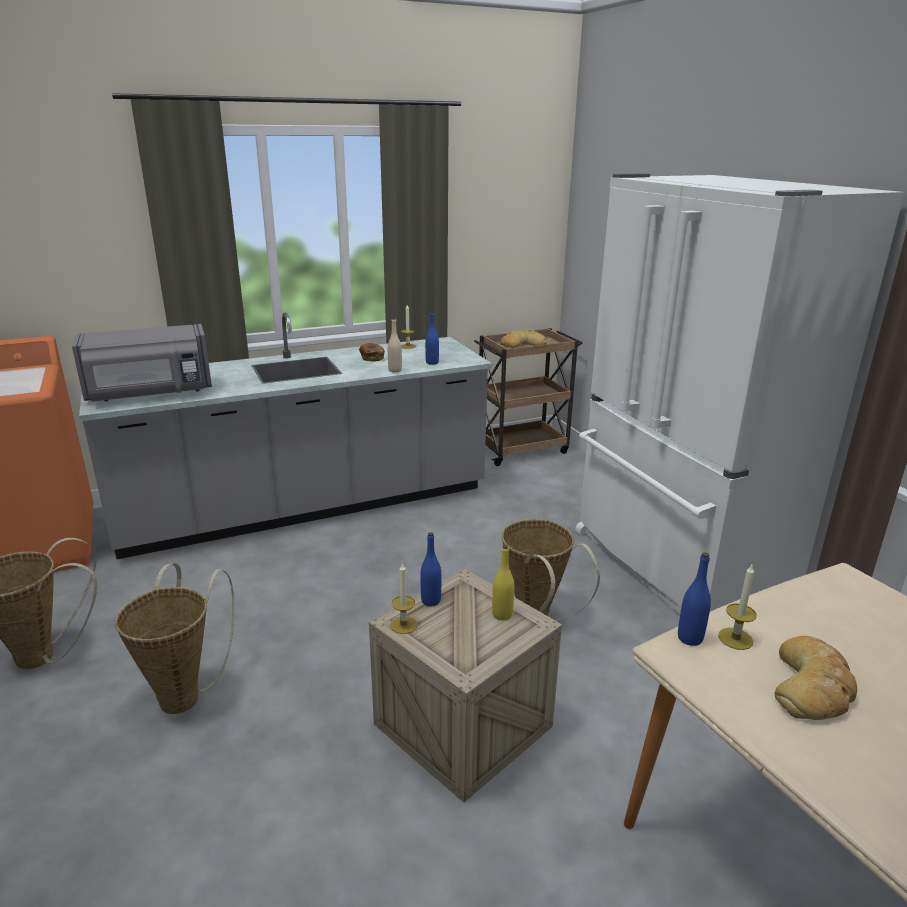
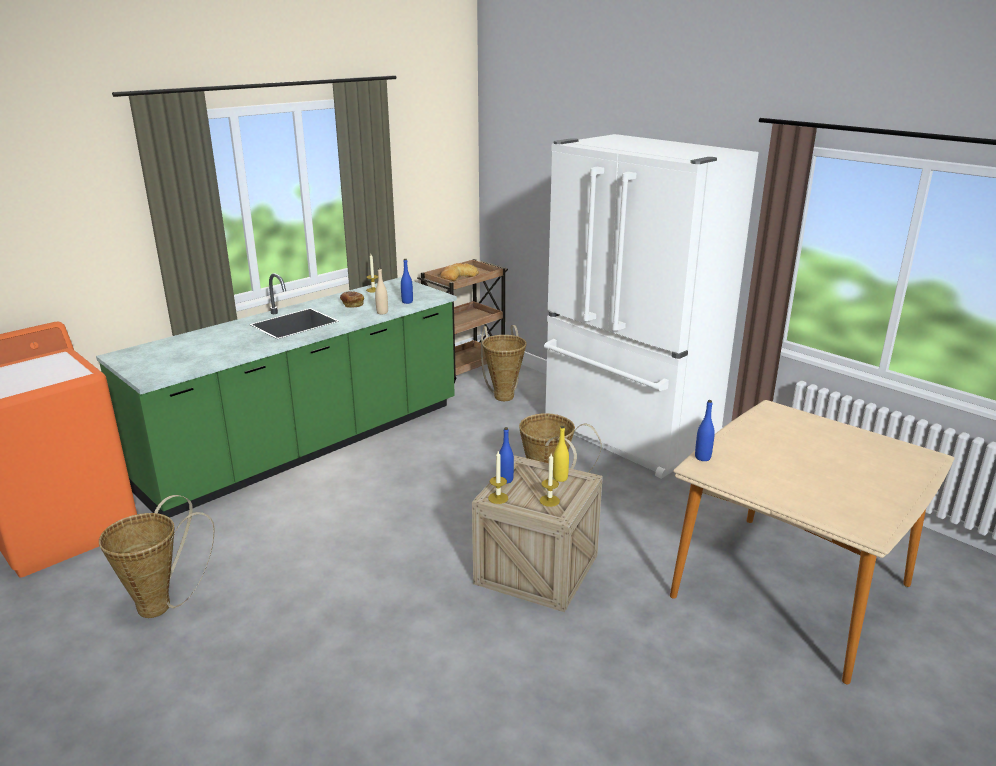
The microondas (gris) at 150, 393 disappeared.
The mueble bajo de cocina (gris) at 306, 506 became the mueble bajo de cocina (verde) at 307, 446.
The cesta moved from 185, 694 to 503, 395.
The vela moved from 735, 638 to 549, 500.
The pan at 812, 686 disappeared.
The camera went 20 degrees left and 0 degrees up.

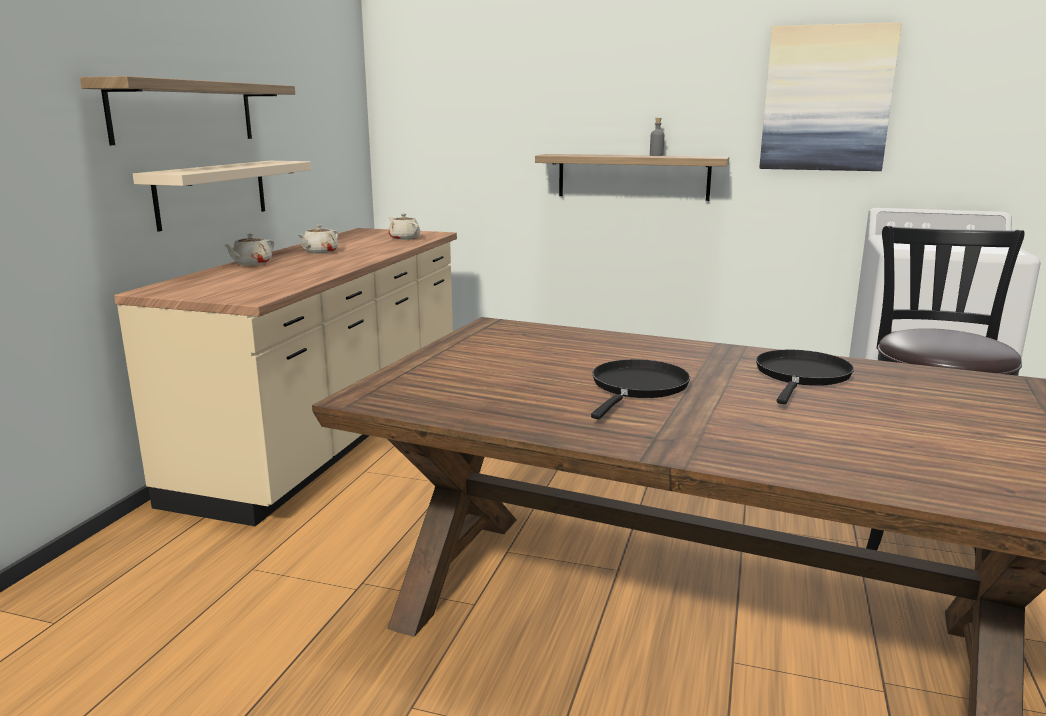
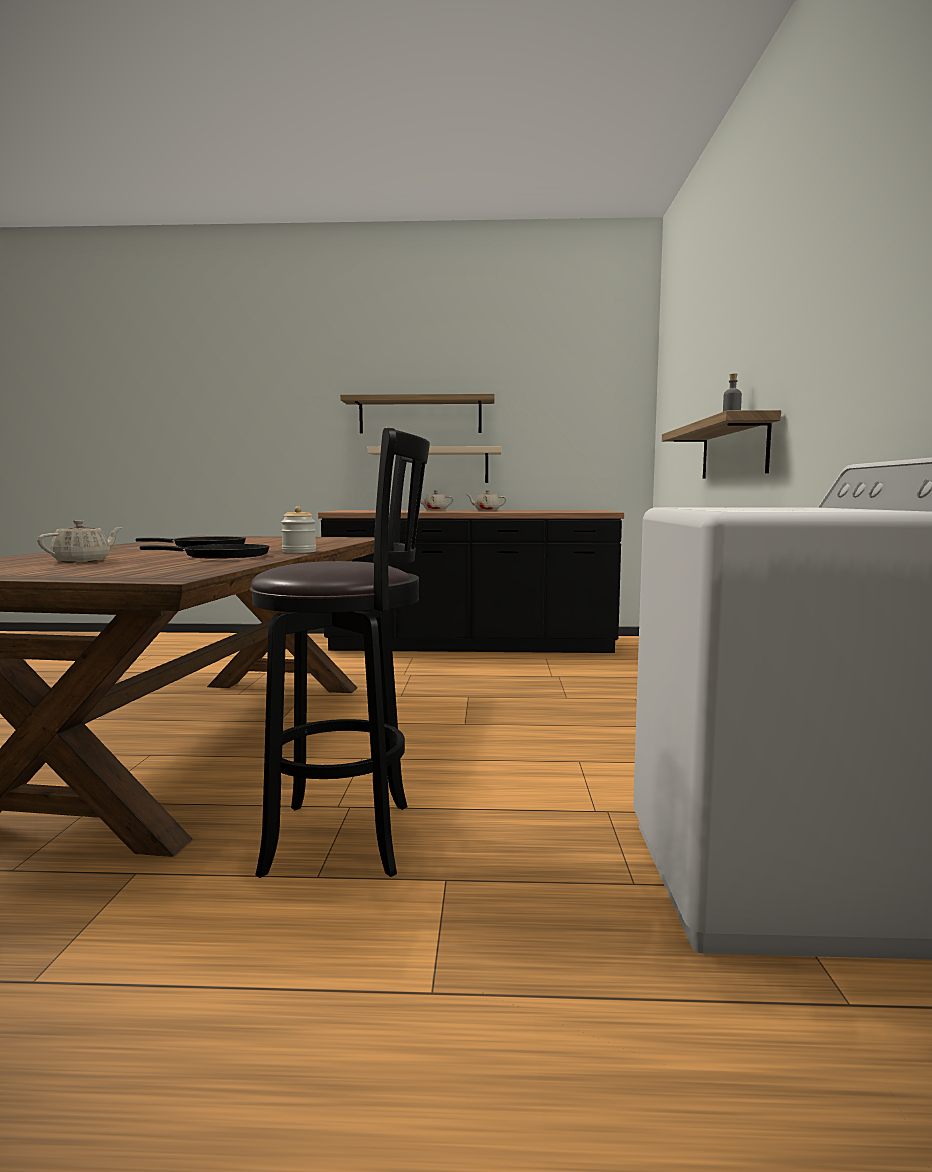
The mueble bajo de cocina (beis) at 334, 432 became the mueble bajo de cocina (negro) at 471, 645.
The tetera (beis) moved from 404, 238 to 83, 561.
The cuadro at 826, 99 disappeared.
The tarro at 299, 552 appeared.
The camera went 75 degrees right and 10 degrees down.

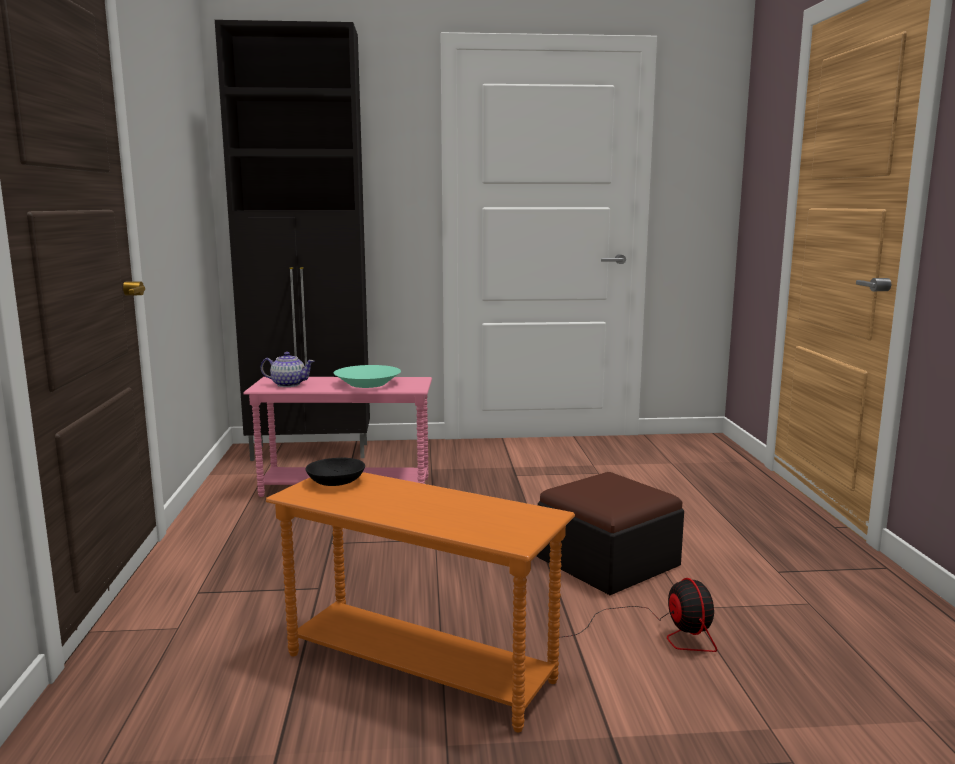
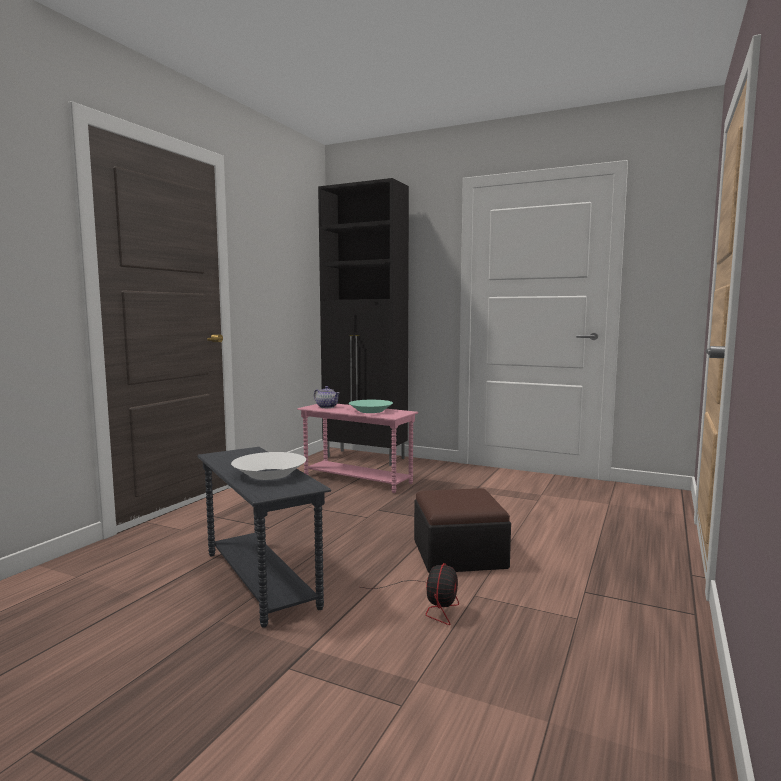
The mesa auxiliar (naranja) at 418, 669 became the mesa auxiliar (gris) at 259, 580.
The cuenco (negro) at 337, 482 disappeared.
The cuenco (blanco) at 269, 474 appeared.
The camera went 30 degrees right and 5 degrees down.

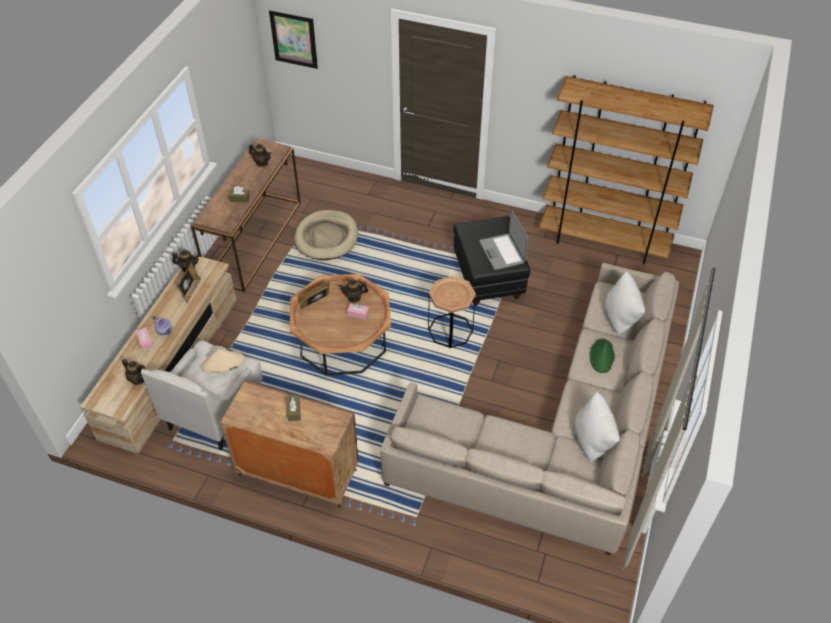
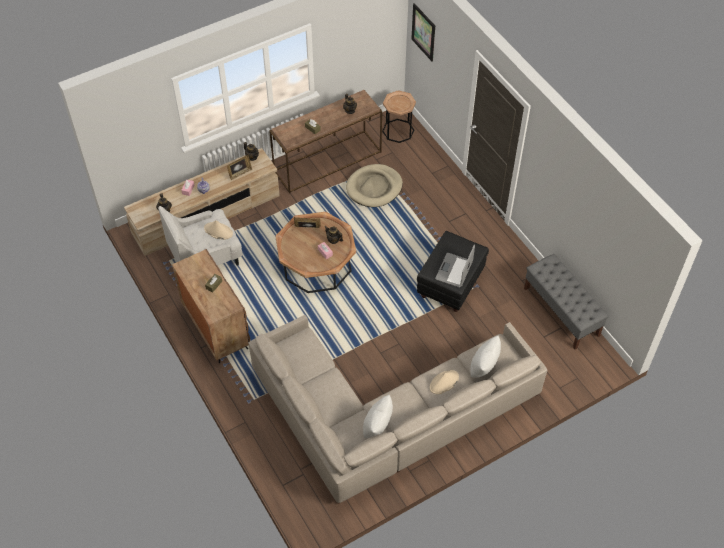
The mesa auxiliar (marrón) moved from 450, 330 to 398, 131.
The estantería (marrón) at 604, 241 was replaced by the banco (gris) at 561, 312.
The sombrero (verde) at 602, 356 became the sombrero (beis) at 444, 382.
The camera went 40 degrees right and 5 degrees up.

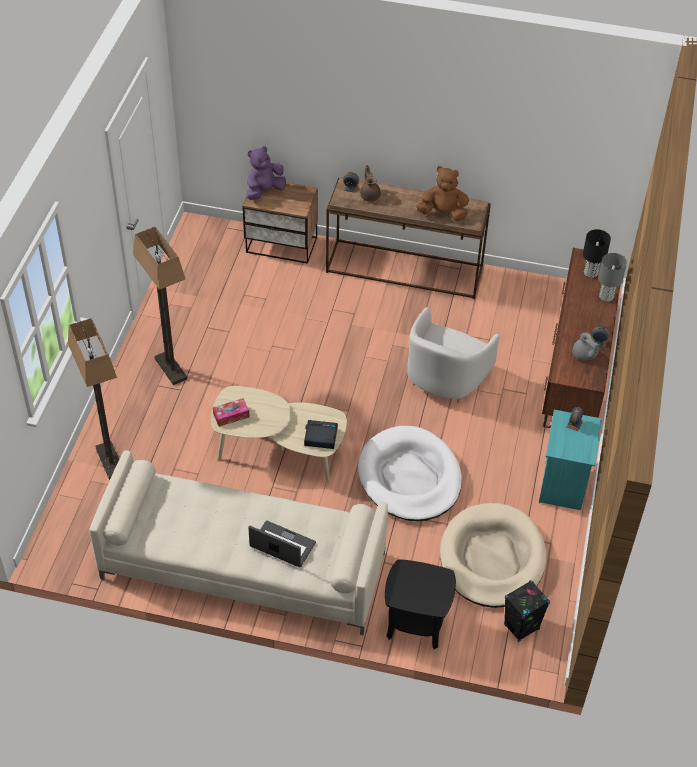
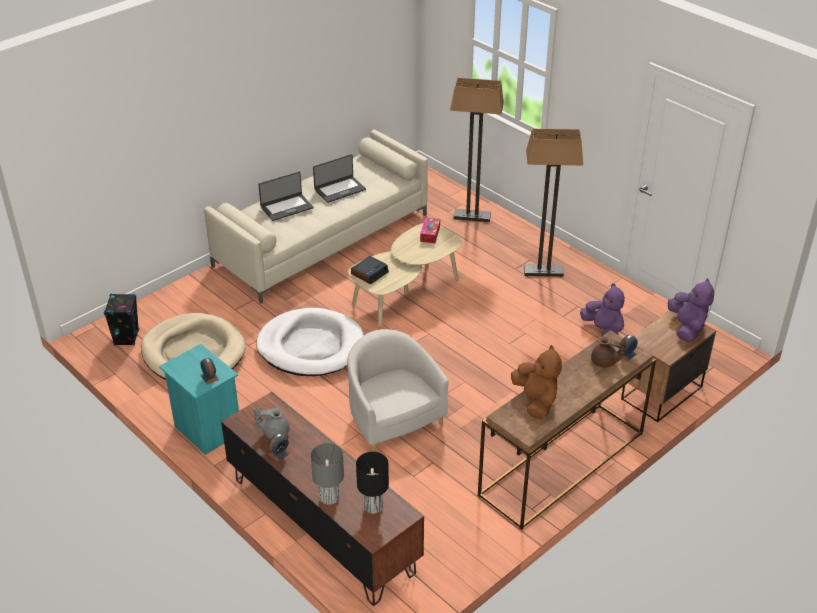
The mesa auxiliar (negro) at 416, 623 disappeared.
The peluche (marrón) at 443, 213 turned 60 degrees counterclockwise.
The portátil at 339, 189 appeared.
The peluche (morado) at 603, 331 appeared.
The camera went 125 degrees right and 10 degrees down.

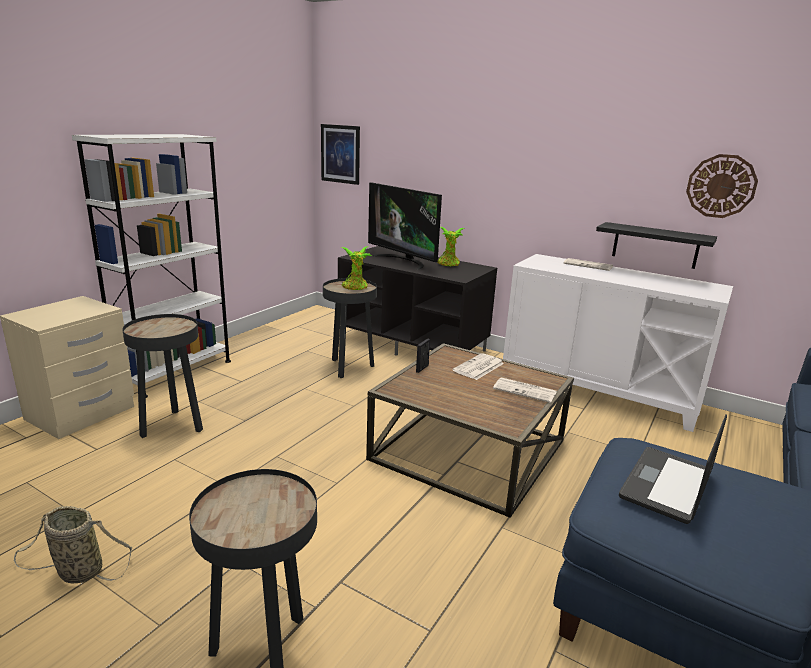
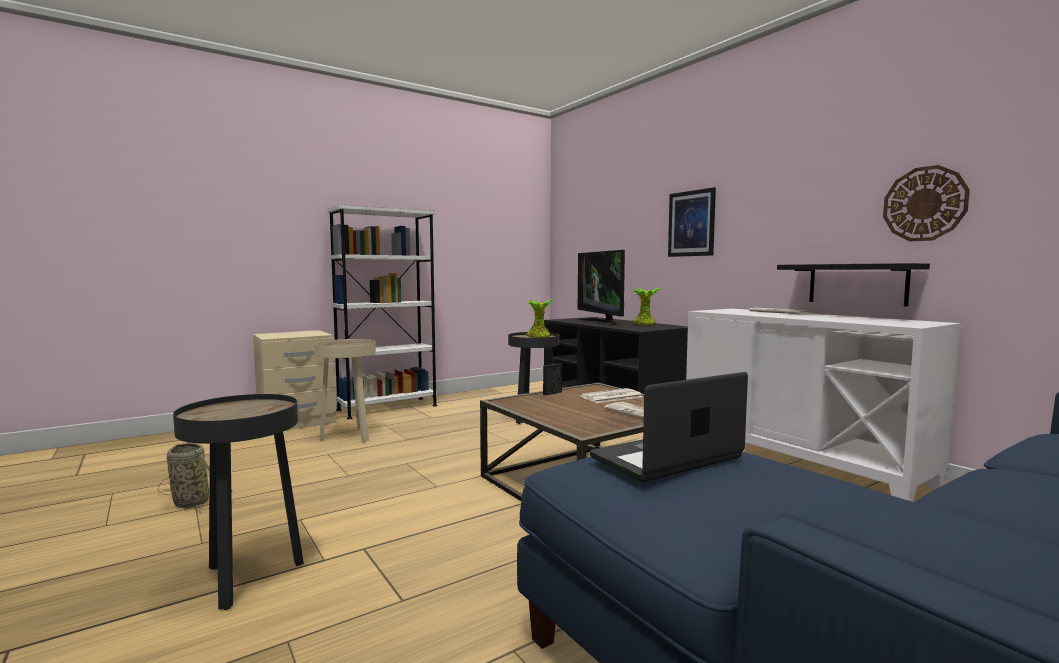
The mesa auxiliar (negro) at 172, 426 became the mesa auxiliar (beis) at 349, 436.
The cuadro moved from 340, 154 to 691, 223.
The camera went 25 degrees right and 15 degrees down.

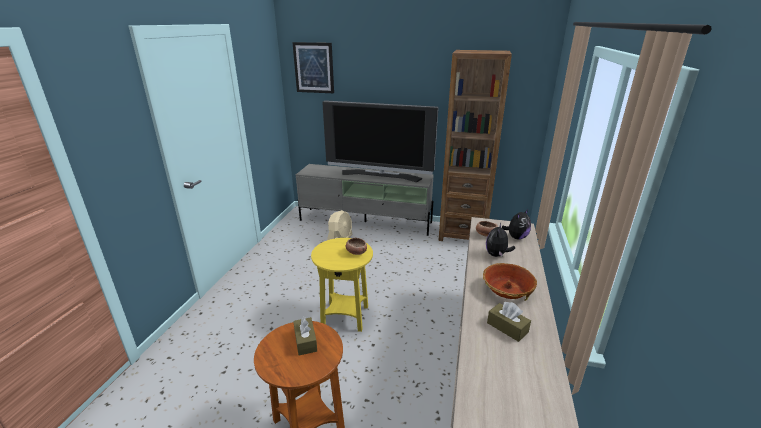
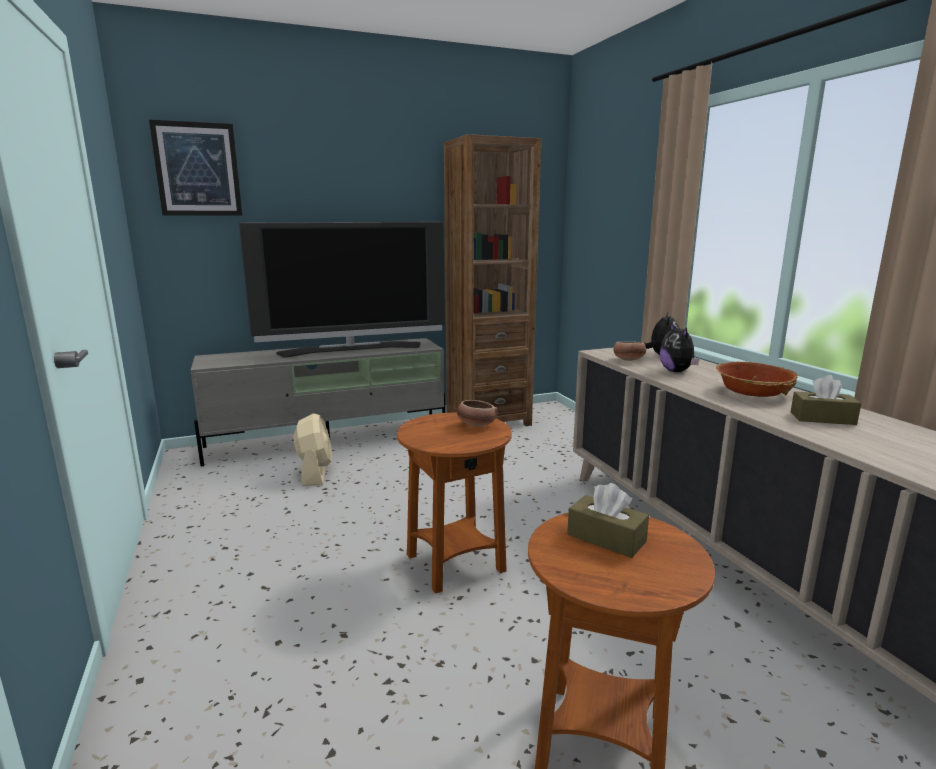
The mesa auxiliar (amarillo) at 345, 317 became the mesa auxiliar (marrón) at 455, 564.
The camera went 35 degrees left and 10 degrees down.

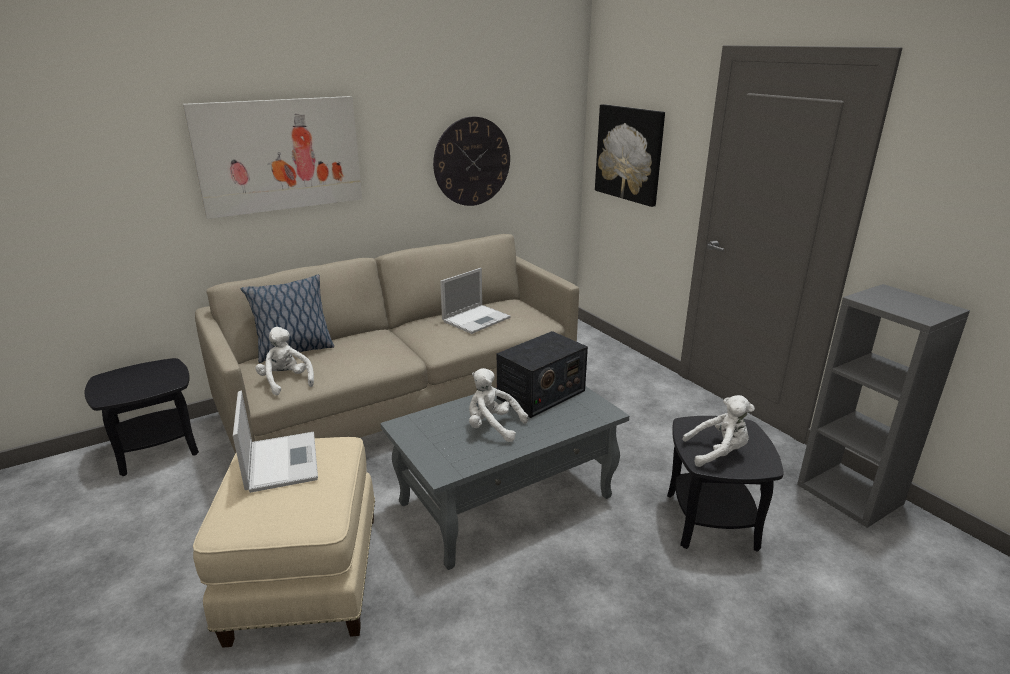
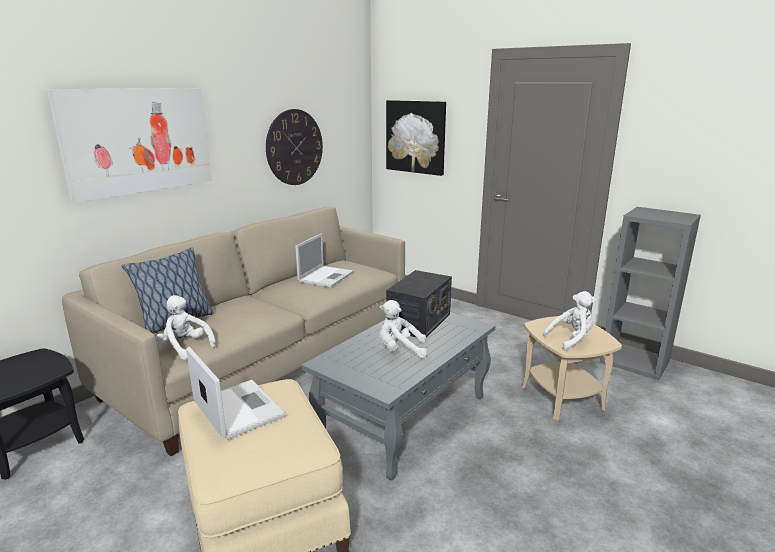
The mesa auxiliar (negro) at 711, 521 became the mesa auxiliar (beis) at 562, 398.
The camera went 20 degrees left and 5 degrees down.

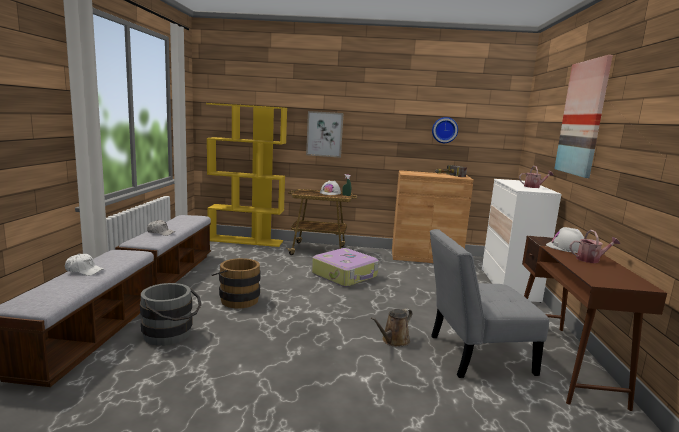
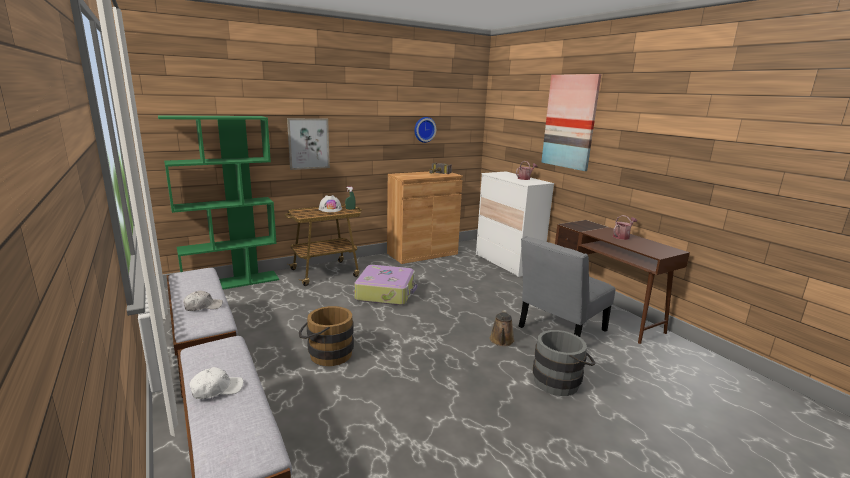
The cubo (gris) moved from 171, 335 to 560, 381.
The estantería (amarillo) at 246, 241 became the estantería (verde) at 232, 282.
The casco (blanco) at 566, 248 disappeared.
The camera went 35 degrees left and 5 degrees up.

